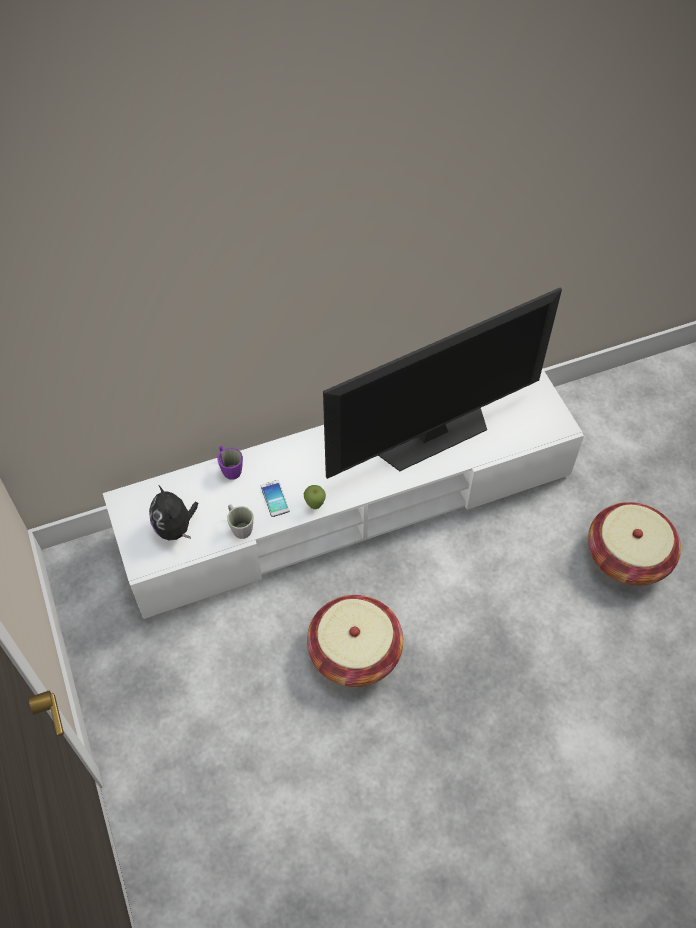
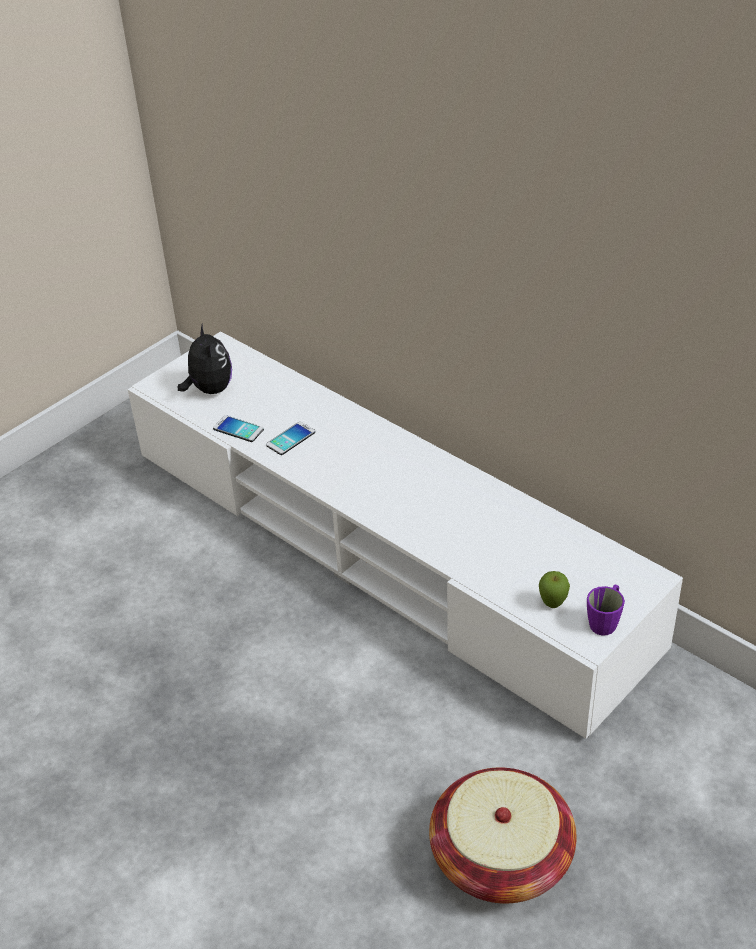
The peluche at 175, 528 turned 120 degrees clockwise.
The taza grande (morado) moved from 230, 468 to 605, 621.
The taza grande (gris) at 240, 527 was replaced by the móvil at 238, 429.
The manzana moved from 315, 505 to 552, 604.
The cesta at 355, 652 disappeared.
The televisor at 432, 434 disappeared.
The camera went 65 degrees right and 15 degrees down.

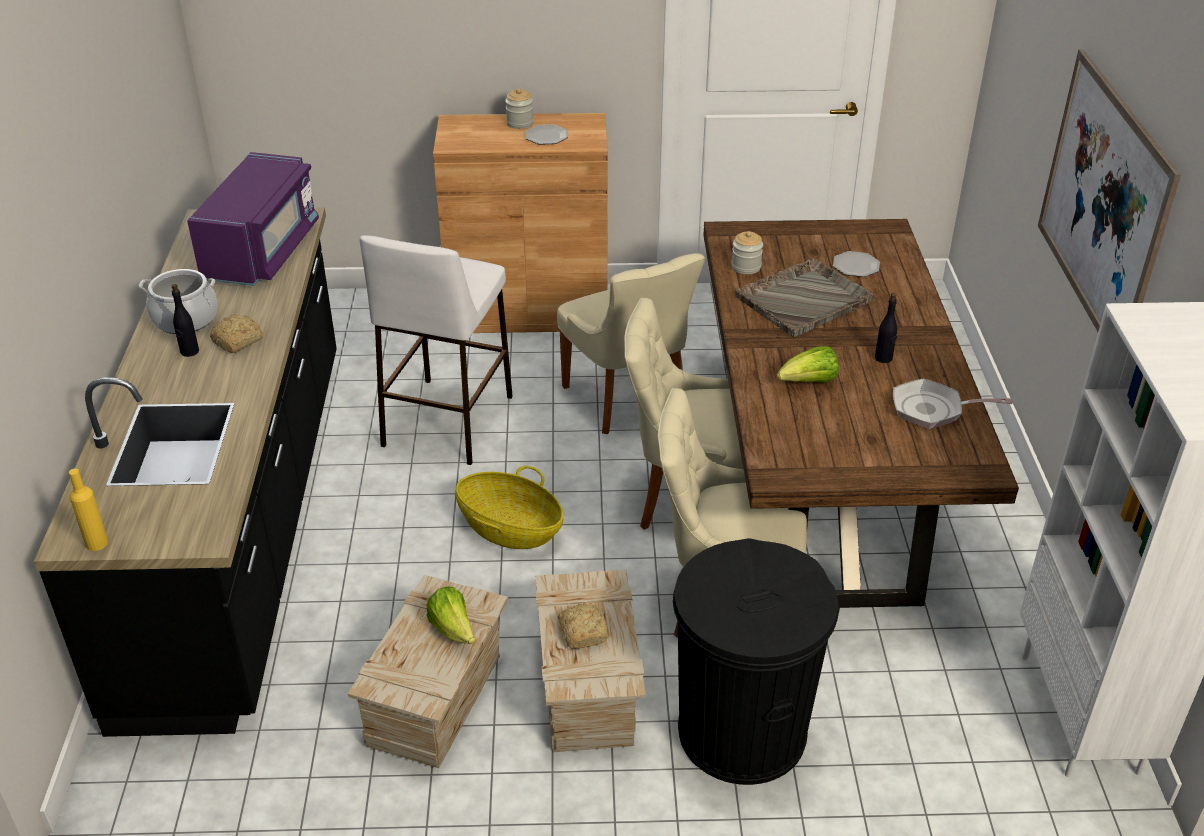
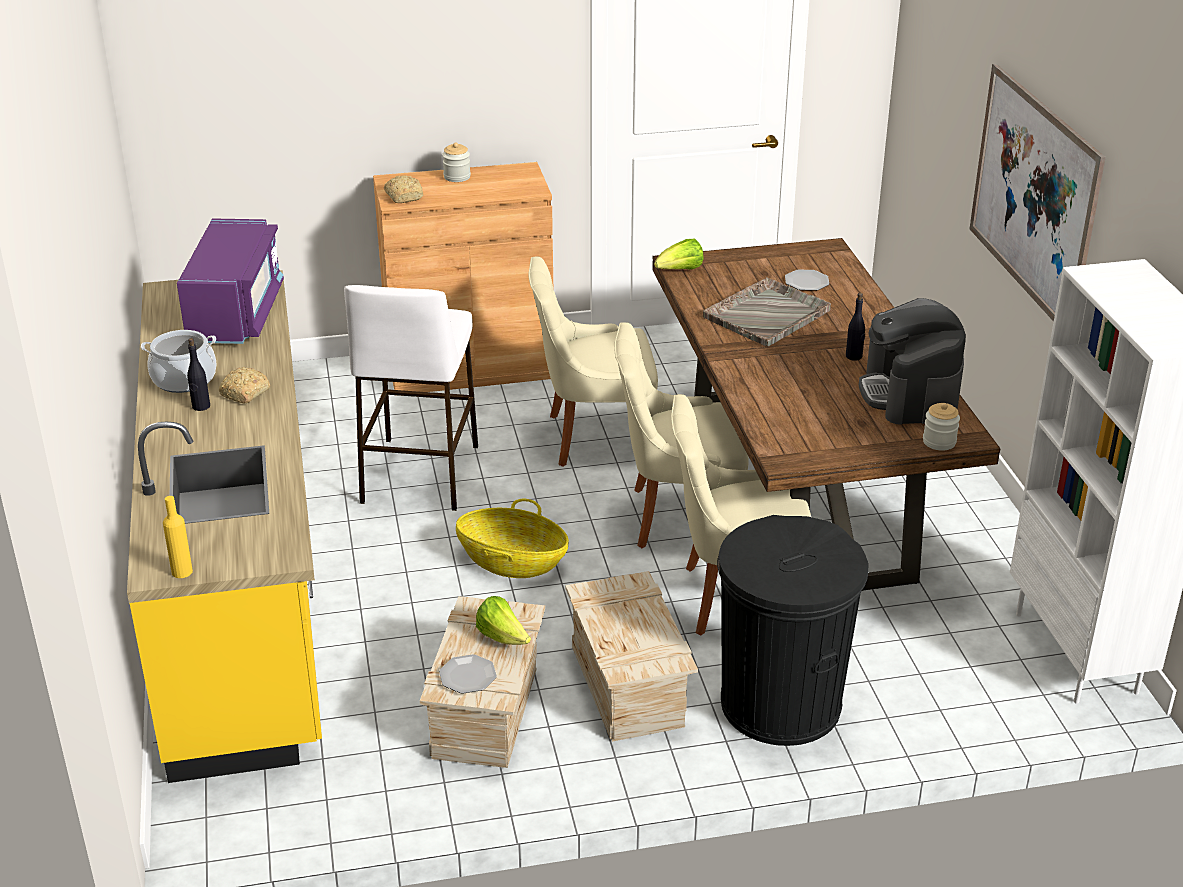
The mueble bajo de cocina (negro) at 243, 523 became the mueble bajo de cocina (amarillo) at 243, 585.
The plato moved from 546, 136 to 467, 675.
The silla (beis) at 628, 399 turned 120 degrees clockwise.
The pan moved from 583, 631 to 404, 196.
The tarro moved from 746, 267 to 939, 442.
The lechuga moved from 809, 383 to 680, 271.
The sartén at 933, 410 was replaced by the cafetera at 909, 394.
The camera went 10 degrees left and 5 degrees down.

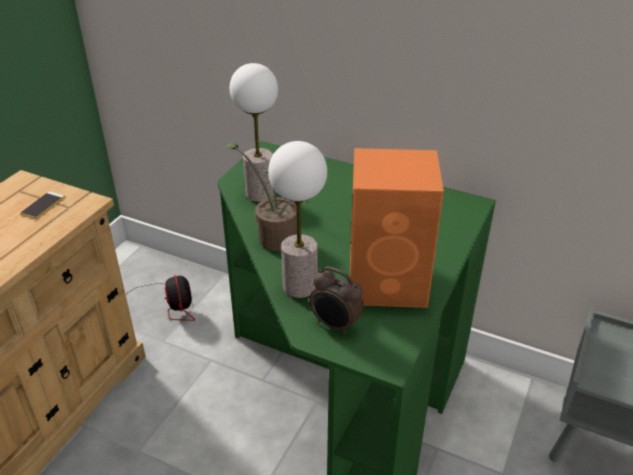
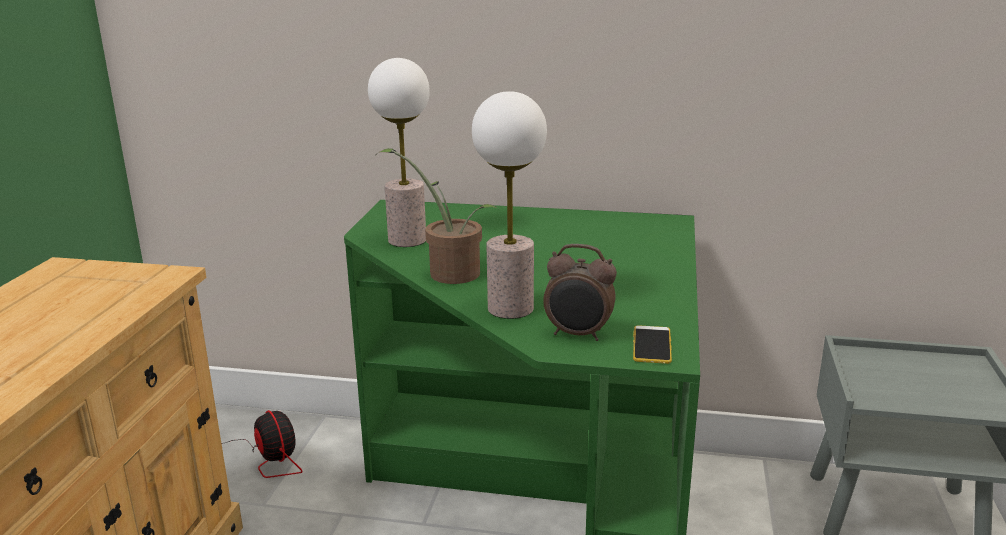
The móvil moved from 43, 205 to 652, 345.
The altavoz (naranja) at 389, 283 disappeared.
The camera went 15 degrees left and 15 degrees down.

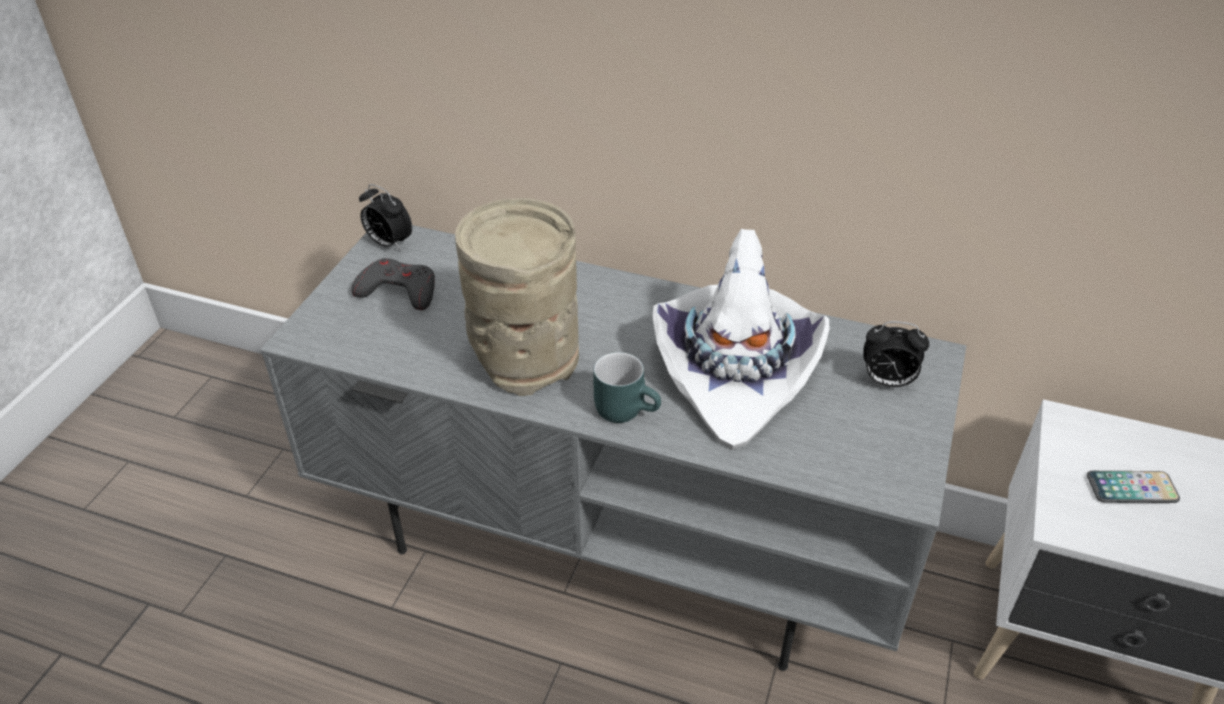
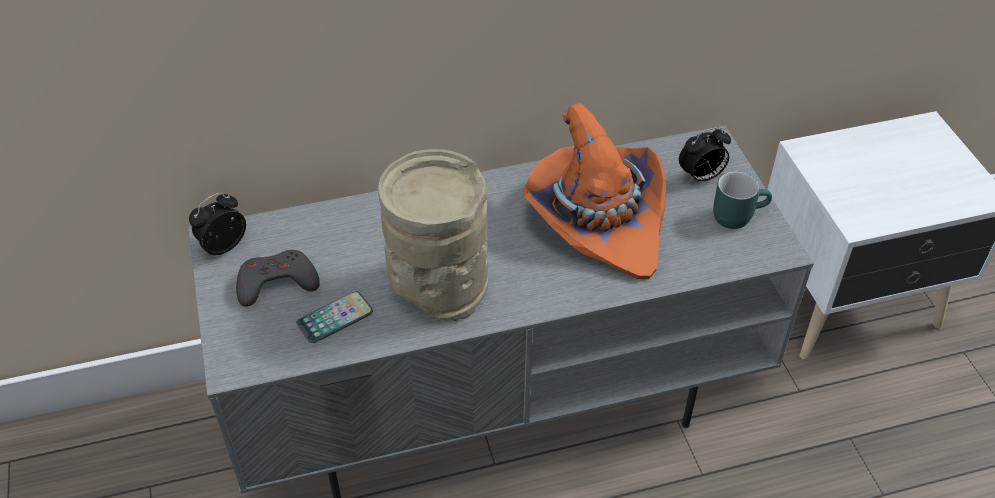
The despertador at 388, 243 turned 135 degrees clockwise.
The taza grande (turquesa) moved from 627, 408 to 737, 214.
The sombrero (blanco) at 736, 370 became the sombrero (naranja) at 598, 218.
The móvil moved from 1131, 488 to 335, 318.
The camera went 35 degrees left and 5 degrees up.

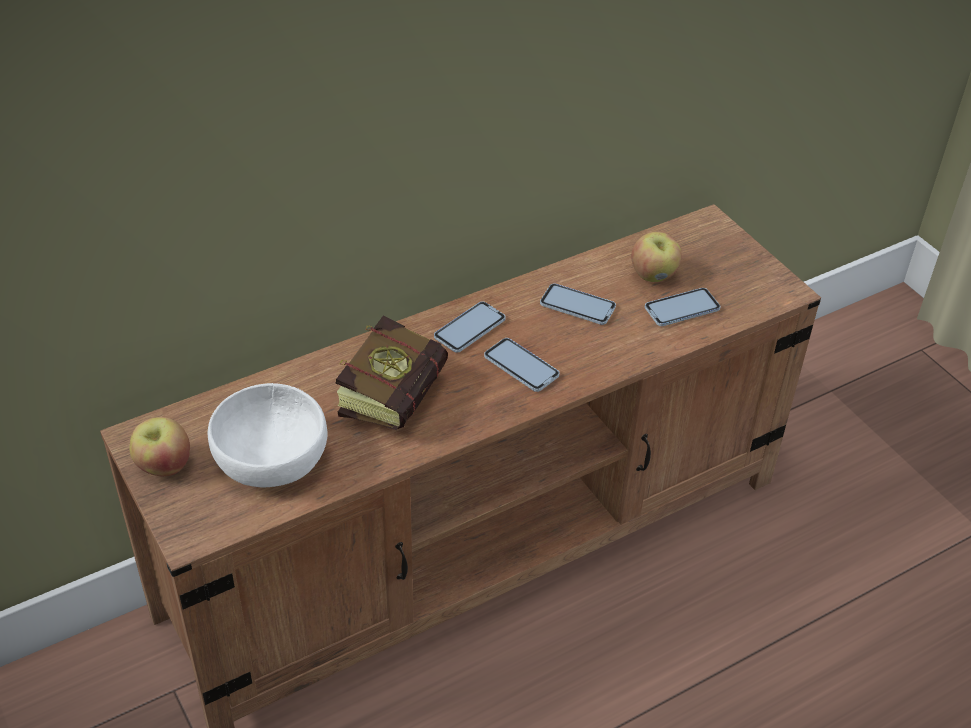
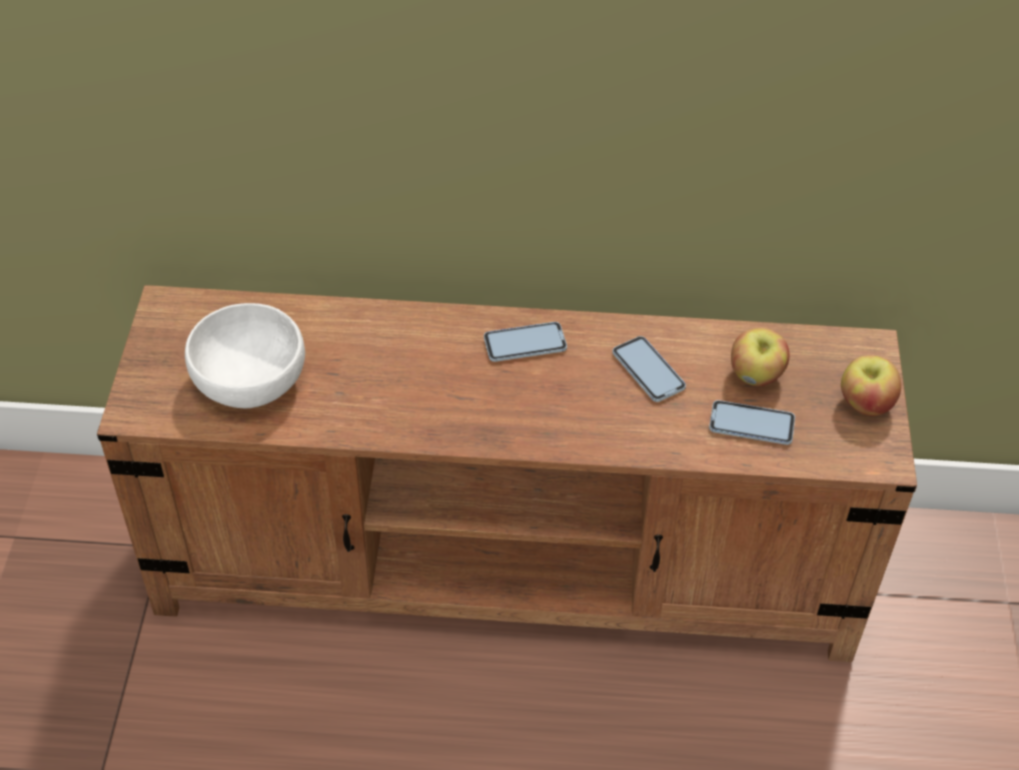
The manzana moved from 163, 466 to 865, 403.
The libro at 398, 392 disappeared.
The móvil at 521, 366 disappeared.
The camera went 35 degrees right and 5 degrees up.

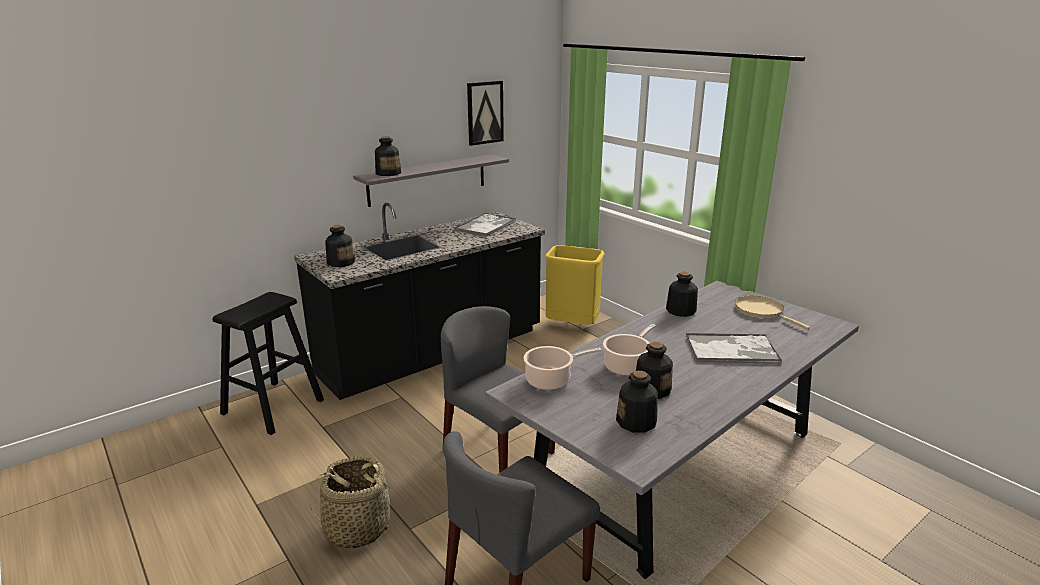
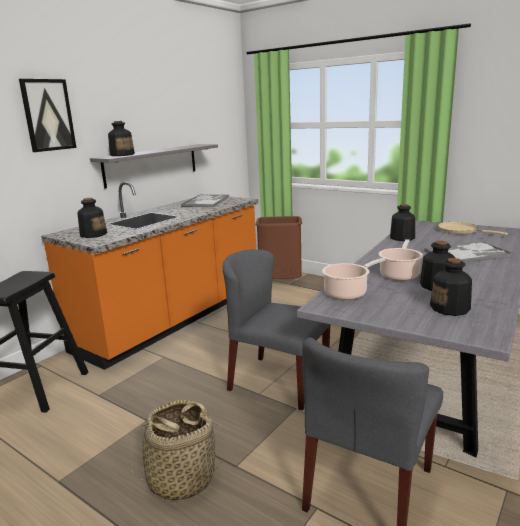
The mueble bajo de cocina (negro) at 433, 353 became the mueble bajo de cocina (naranja) at 174, 319.
The cuadro moved from 484, 112 to 48, 115.
The papelera (amarillo) at 572, 325 became the papelera (marrón) at 281, 282.
The camera went 15 degrees left and 5 degrees down.

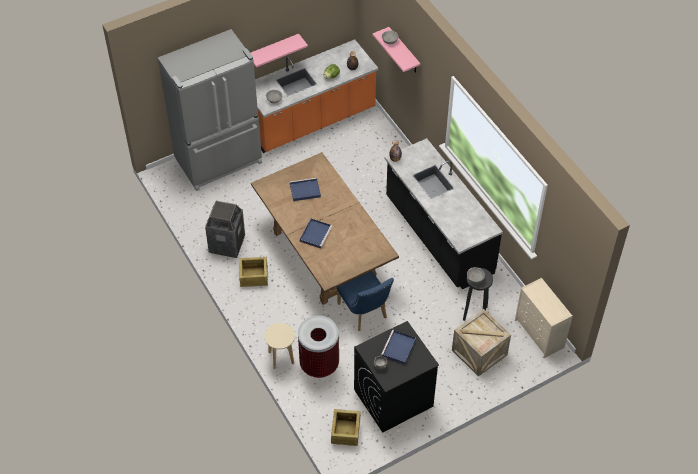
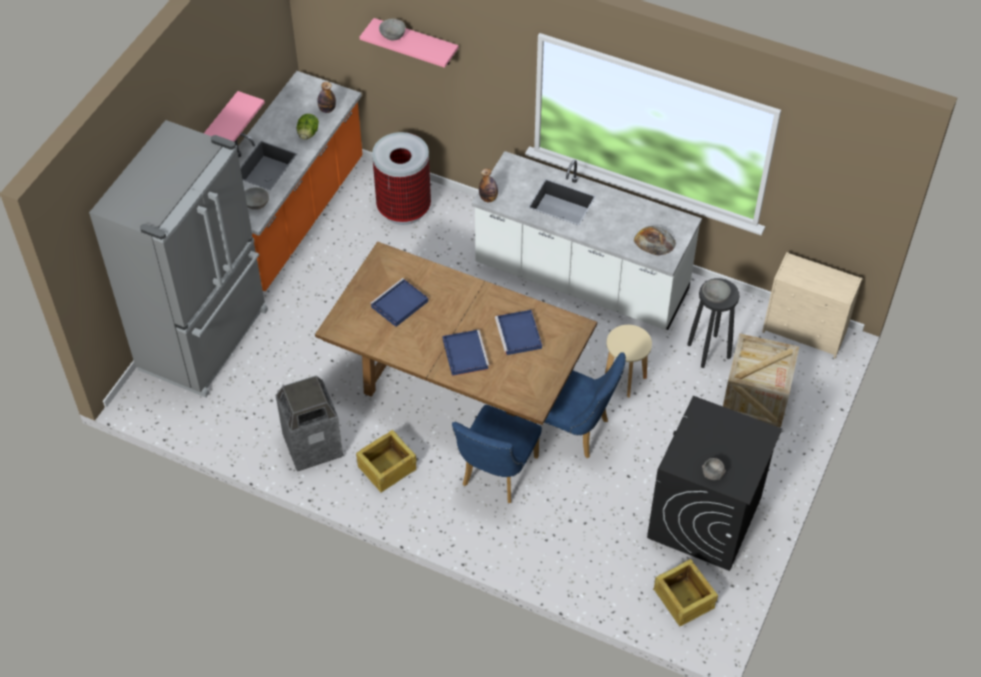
The taburete (beis) moved from 281, 358 to 625, 380.
The papelera moved from 319, 364 to 403, 208.
The bandeja (azul) moved from 398, 349 to 519, 335.
The mueble bajo de cocina (negro) at 438, 236 became the mueble bajo de cocina (blanco) at 581, 280.
The silla (azul) at 496, 475 appeared.
The pan at 654, 241 appeared.
The camera went 35 degrees left and 0 degrees up.

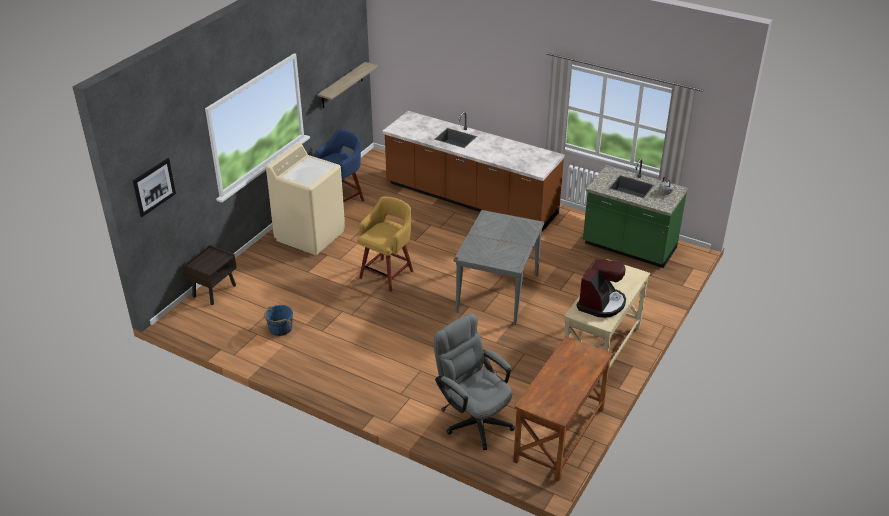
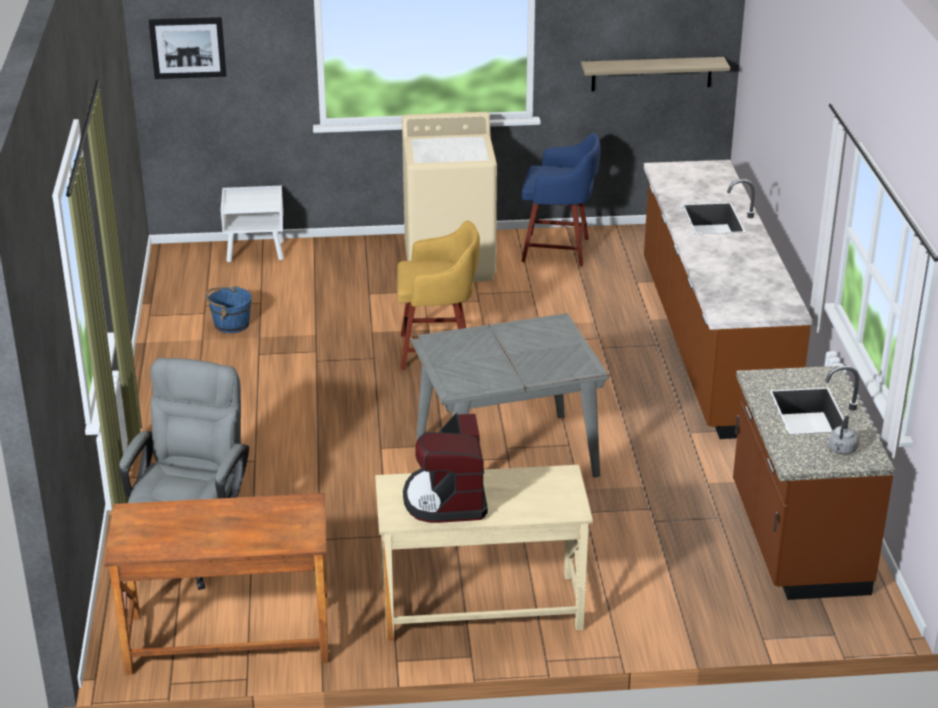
The mesita de noche (marrón) at 214, 291 became the mesita de noche (blanco) at 256, 252.
The cafetera at 601, 303 turned 90 degrees clockwise.
The mueble bajo de cocina (verde) at 629, 247 became the mueble bajo de cocina (marrón) at 796, 541.
The camera went 55 degrees right and 5 degrees down.

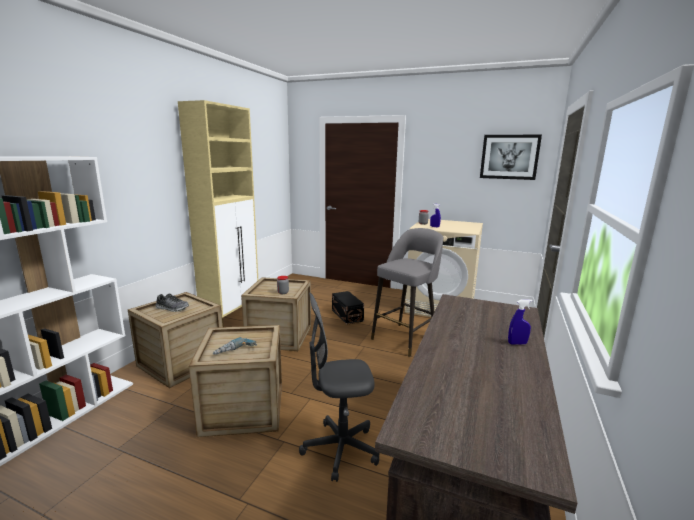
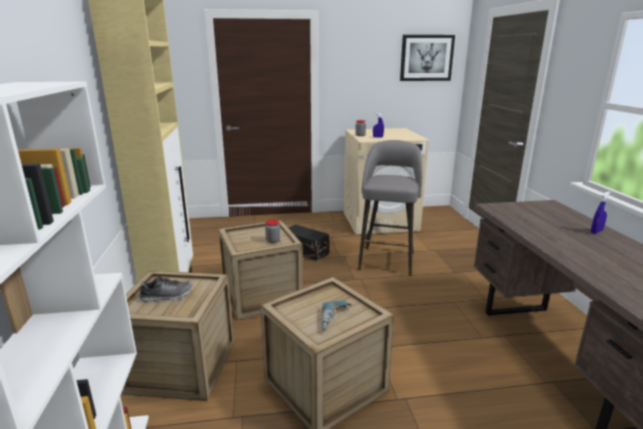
The silla de oficina (gris) at 340, 449 disappeared.
The camera went 30 degrees left and 5 degrees up.

